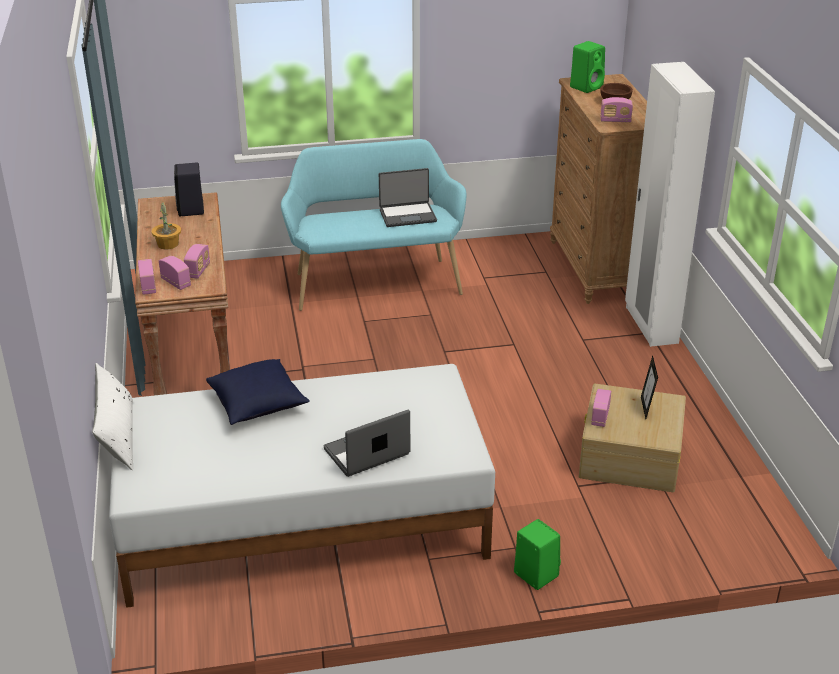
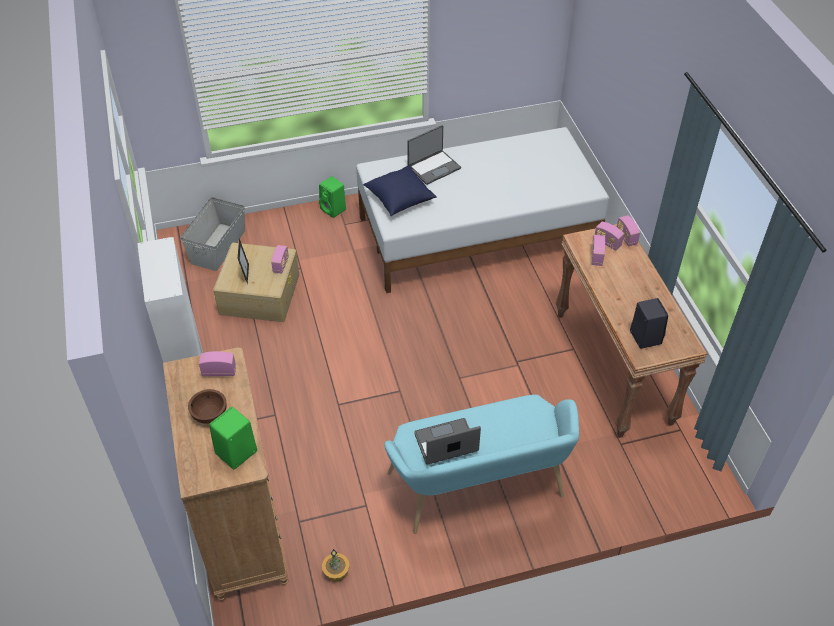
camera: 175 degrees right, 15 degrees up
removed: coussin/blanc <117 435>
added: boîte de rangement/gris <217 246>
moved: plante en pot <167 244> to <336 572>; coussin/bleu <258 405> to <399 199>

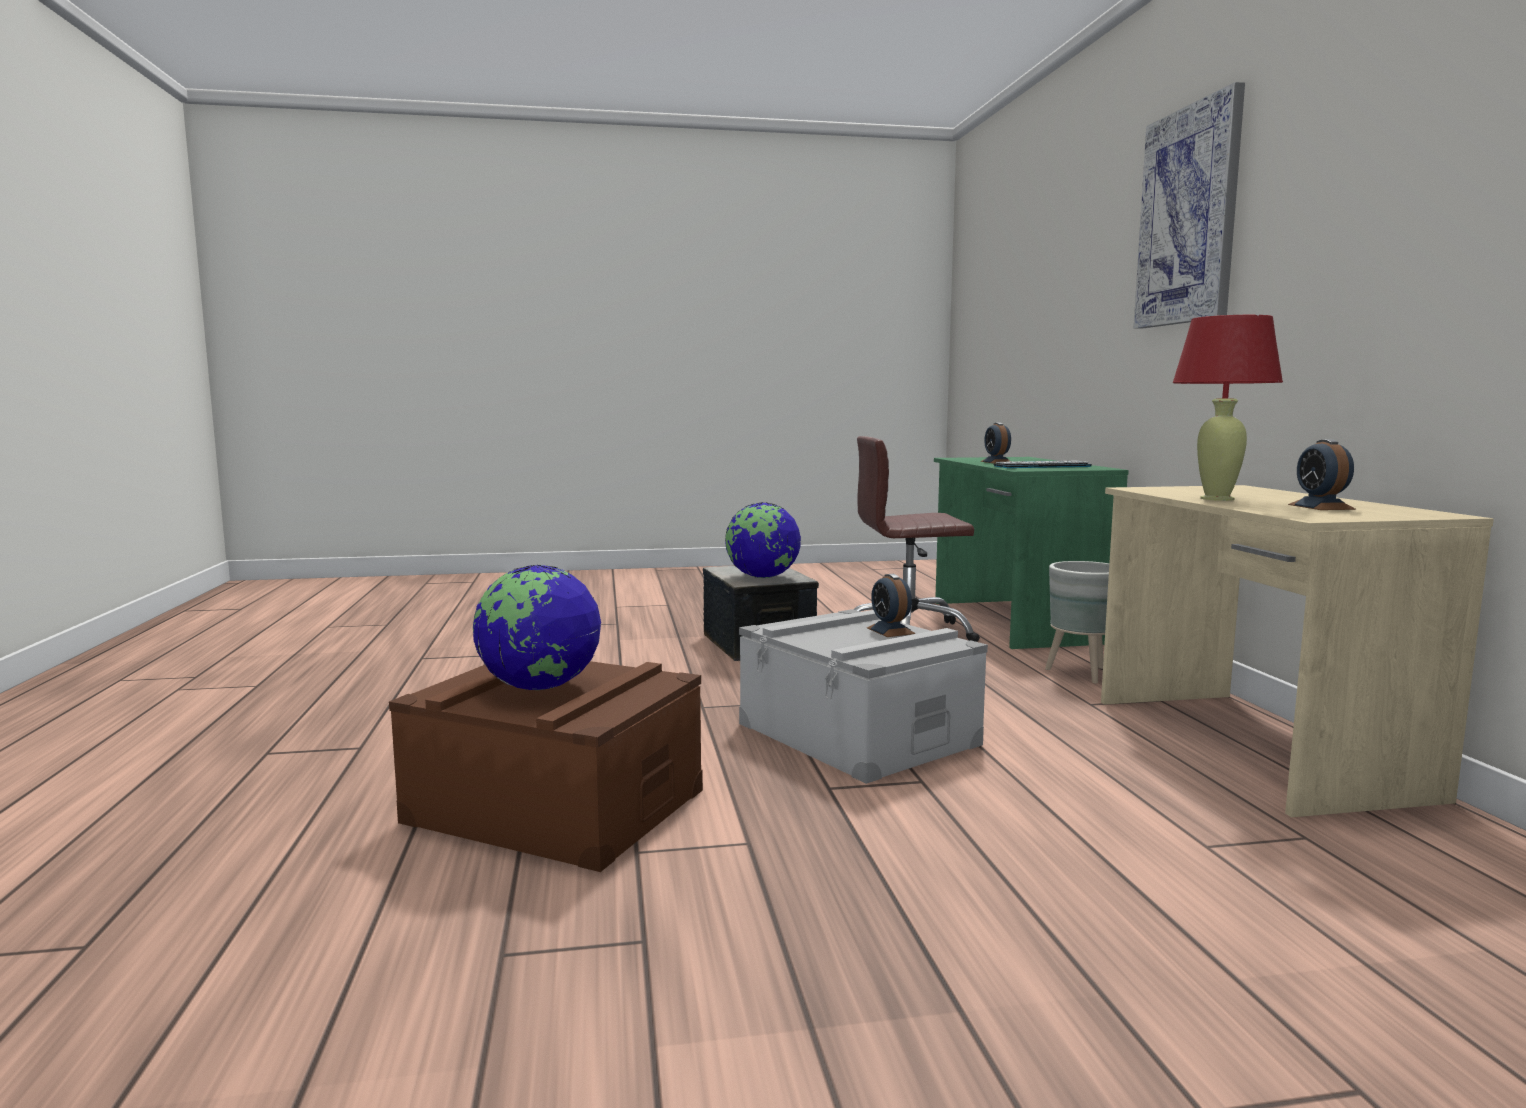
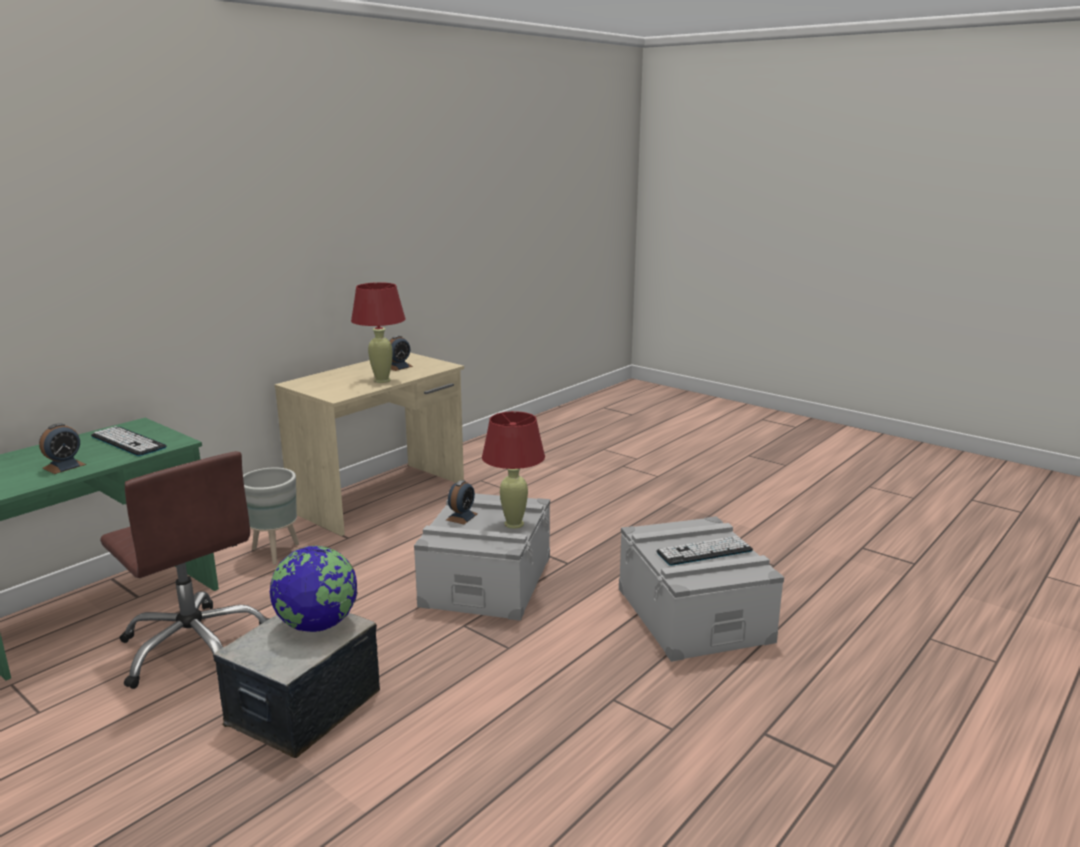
camera: 130 degrees left, 10 degrees up
removed: tableau <1189 216>
added: lampe de table/rouge <514 524>
replaced: globe <539 687> to clavier <704 551>
recoloured: boîte de rangement/marron <555 806> to boîte de rangement/gris <693 614>

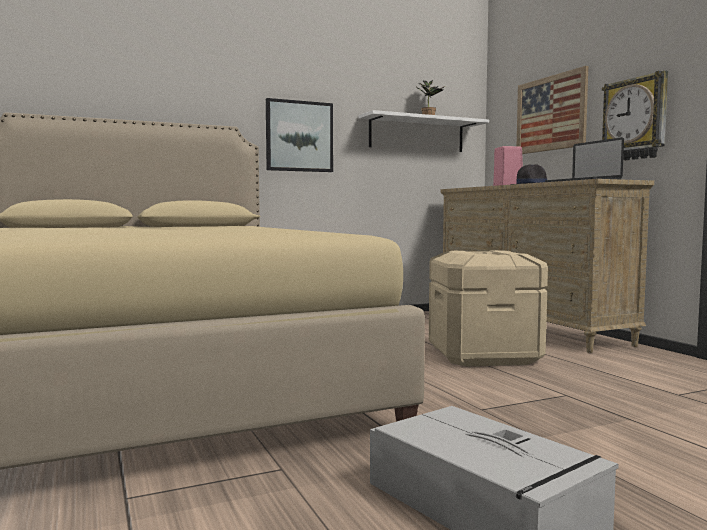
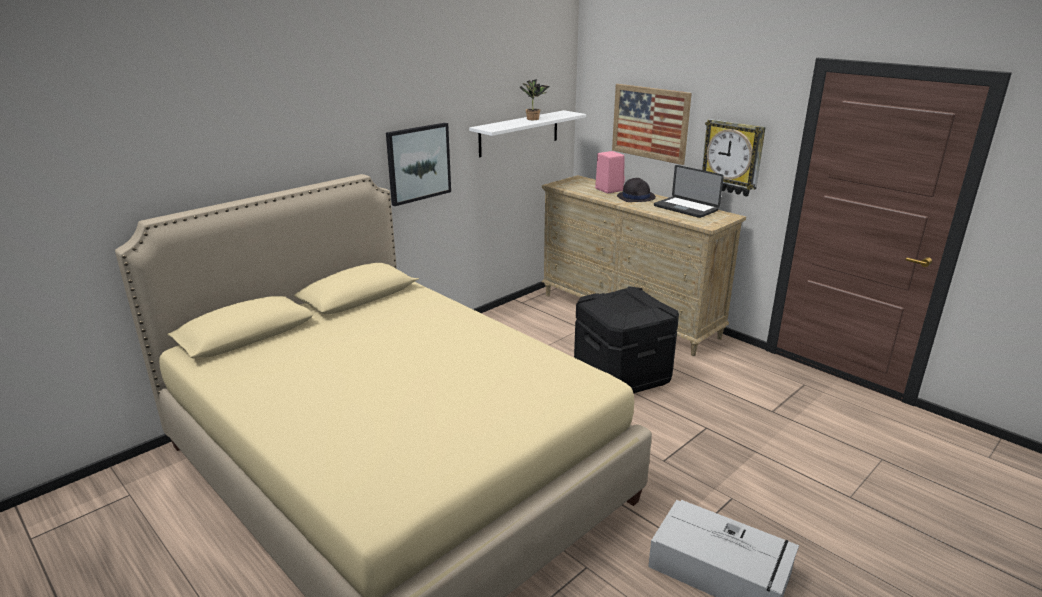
camera: 20 degrees left, 20 degrees up
recoloured: boîte de rangement/beige <484 355> to boîte de rangement/noir <622 375>

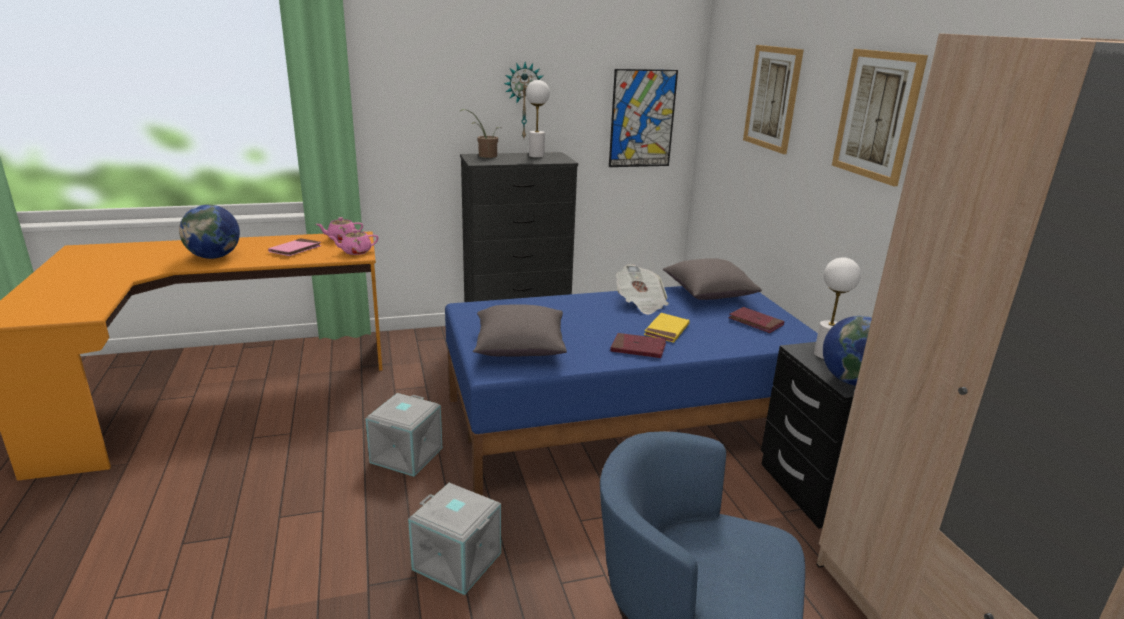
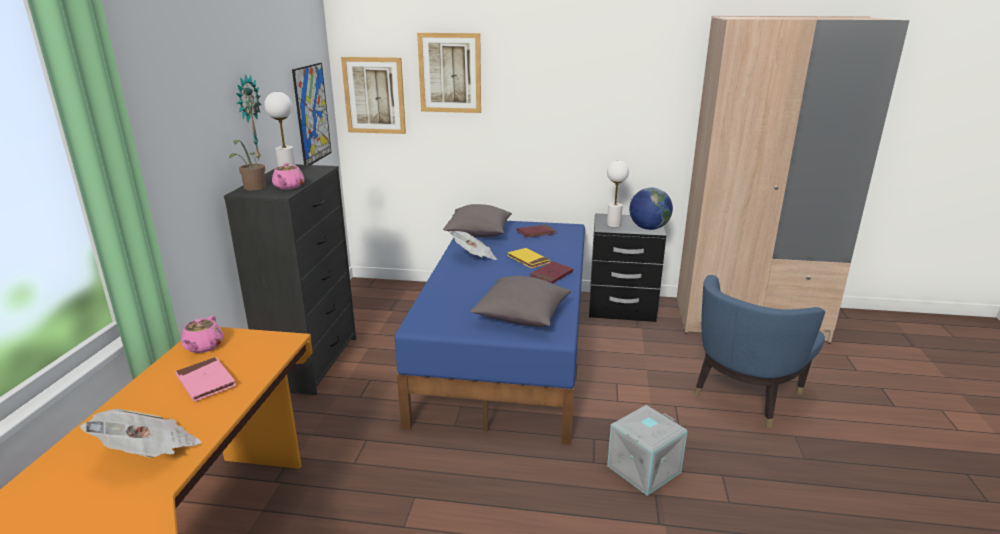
camera: 65 degrees left, 0 degrees up
removed: boîte de rangement/gris <407 456>
moved: tableau <876 115> to <374 95>; théière/rose <355 252> to <288 187>
replaced: globe <214 257> to journal <150 452>

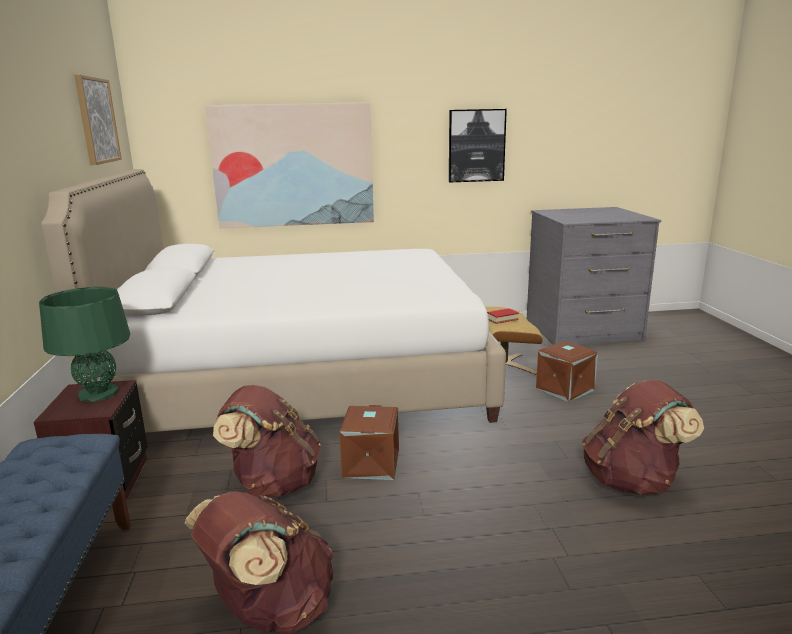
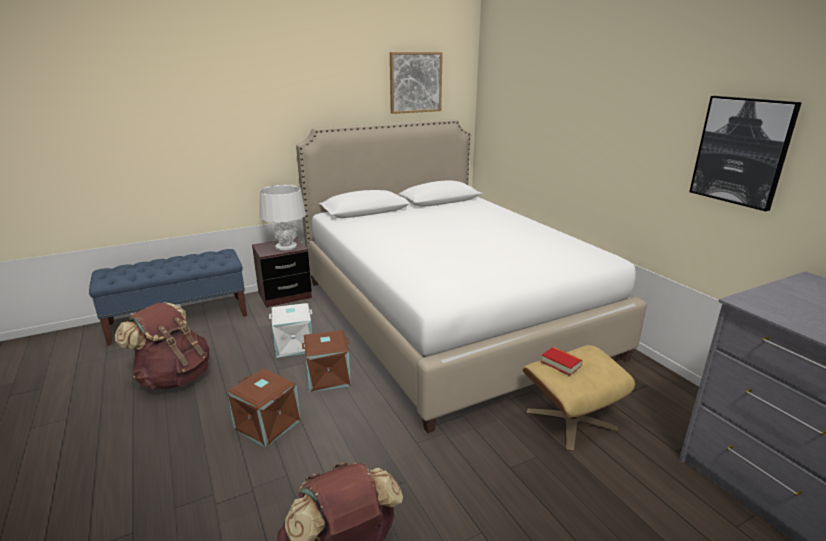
camera: 70 degrees right, 5 degrees up
removed: tableau <293 166>
moved: boîte de rangement/marron <564 388> to <268 424>
replaced: sac à dos/marron <273 483> to boîte de rangement/blanc <294 345>
recoloured: lampe de table/vert <98 394> to lampe de table/blanc <286 246>

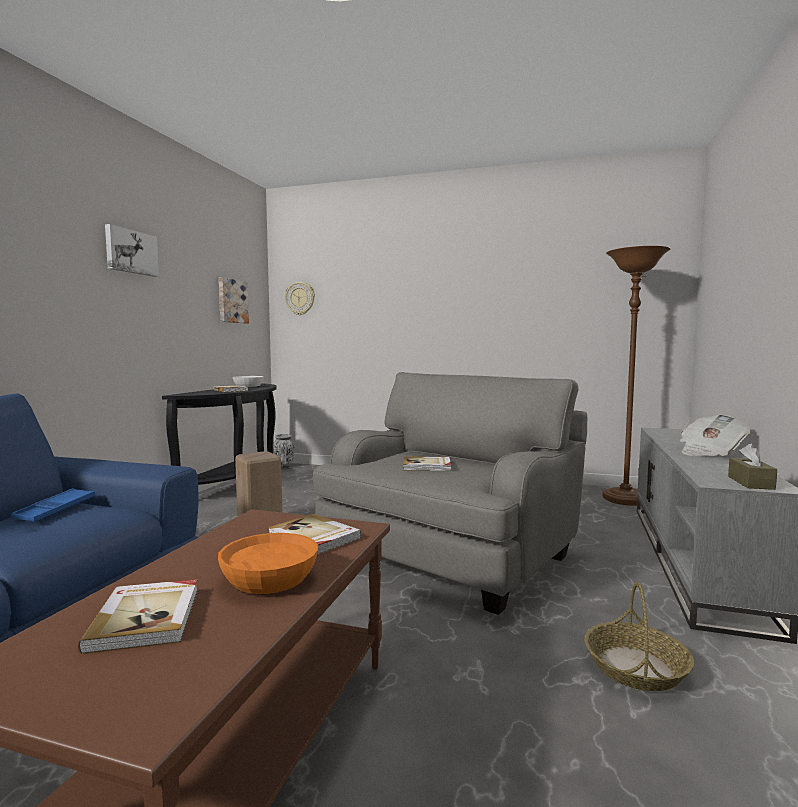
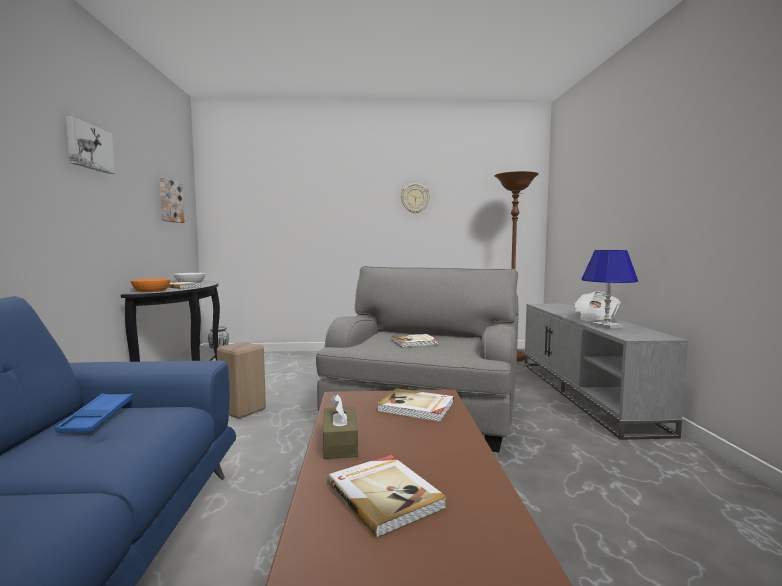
camera: 20 degrees left, 0 degrees up
removed: panier <636 667>
added: lampe de table/bleu <606 326>
moved: horloge murale <300 298> to <415 198>; boîte à mouchoirs/marron <750 482> to <340 443>; bol/orange <270 579> to <151 290>

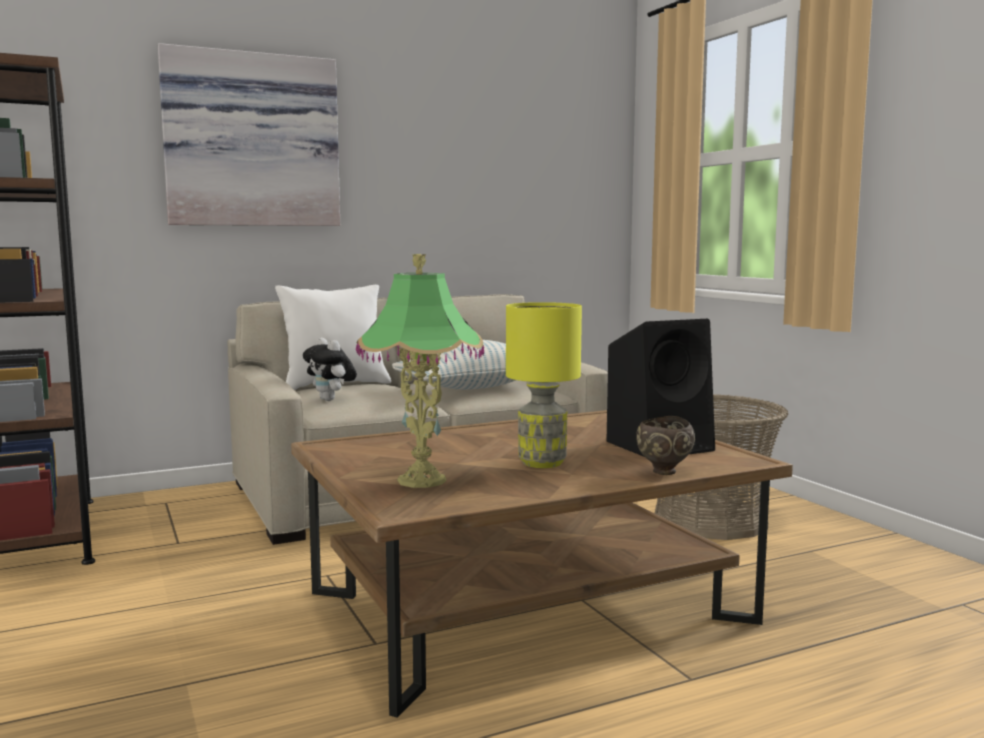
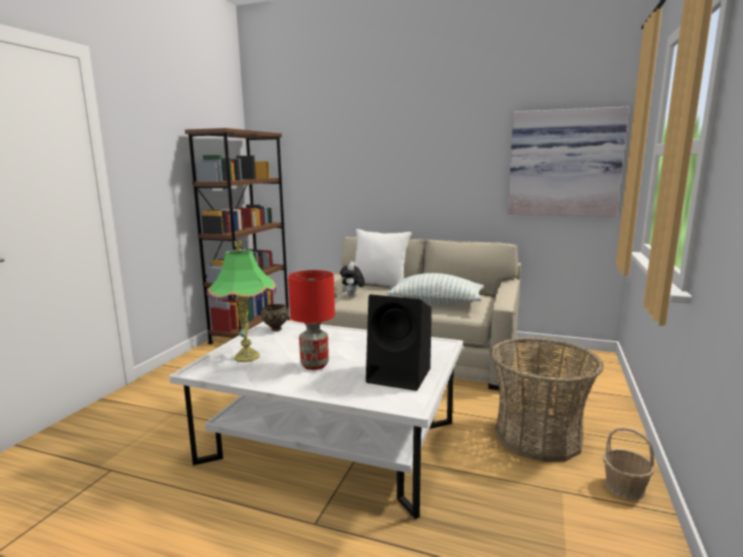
camera: 45 degrees right, 5 degrees up
added: panier <625 487>
moved: tableau <252 141> to <564 163>; bol/marron <664 472> to <275 329>
recoloured: lampe de table/jaune <541 463> to lampe de table/rouge <314 365>; table basse/marron <528 607> to table basse/blanc <331 442>

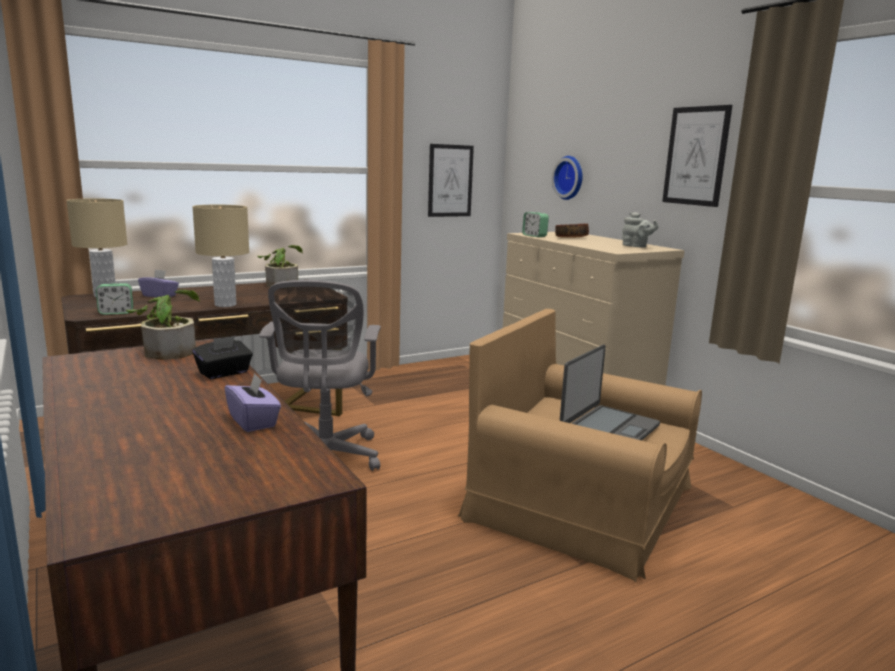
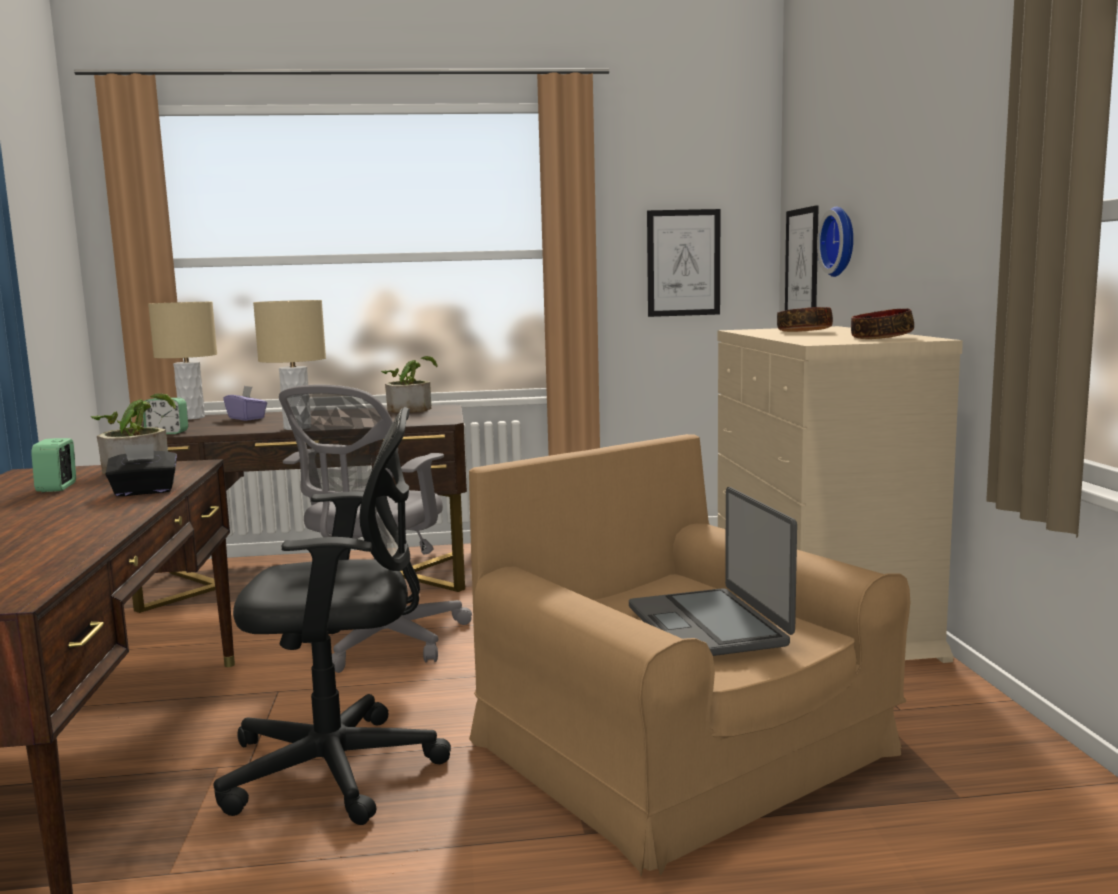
camera: 25 degrees right, 5 degrees down
removed: boîte à mouchoirs/violet <253 421>
added: chaise de bureau/noir <342 769>
moved: tableau <696 156> to <802 264>; réveil <534 236> to <57 487>
replaced: théière/gris <636 246> to bol <880 338>
turned: ordinateur portable <608 429> = <708 625> 105 degrees clockwise

